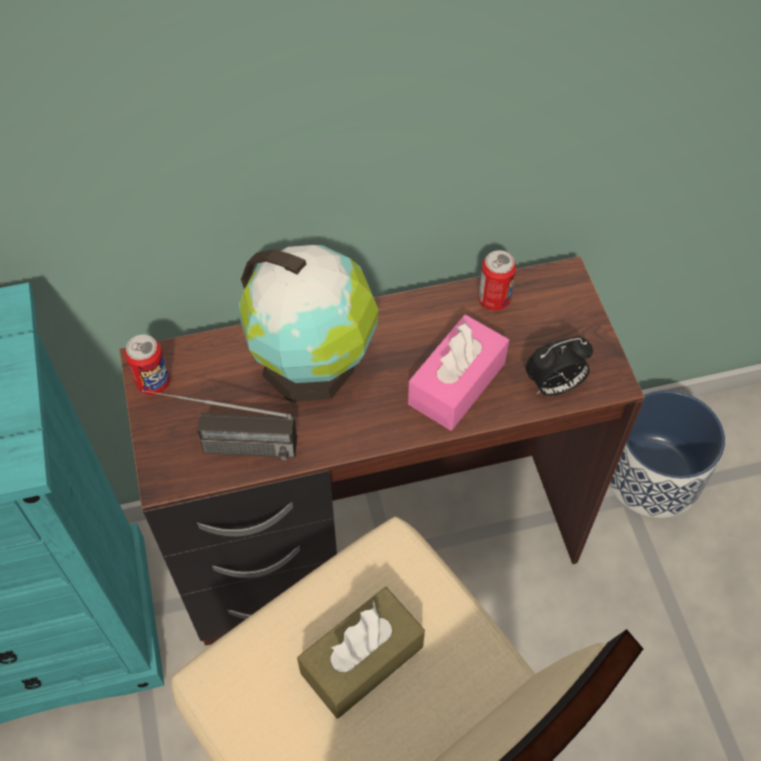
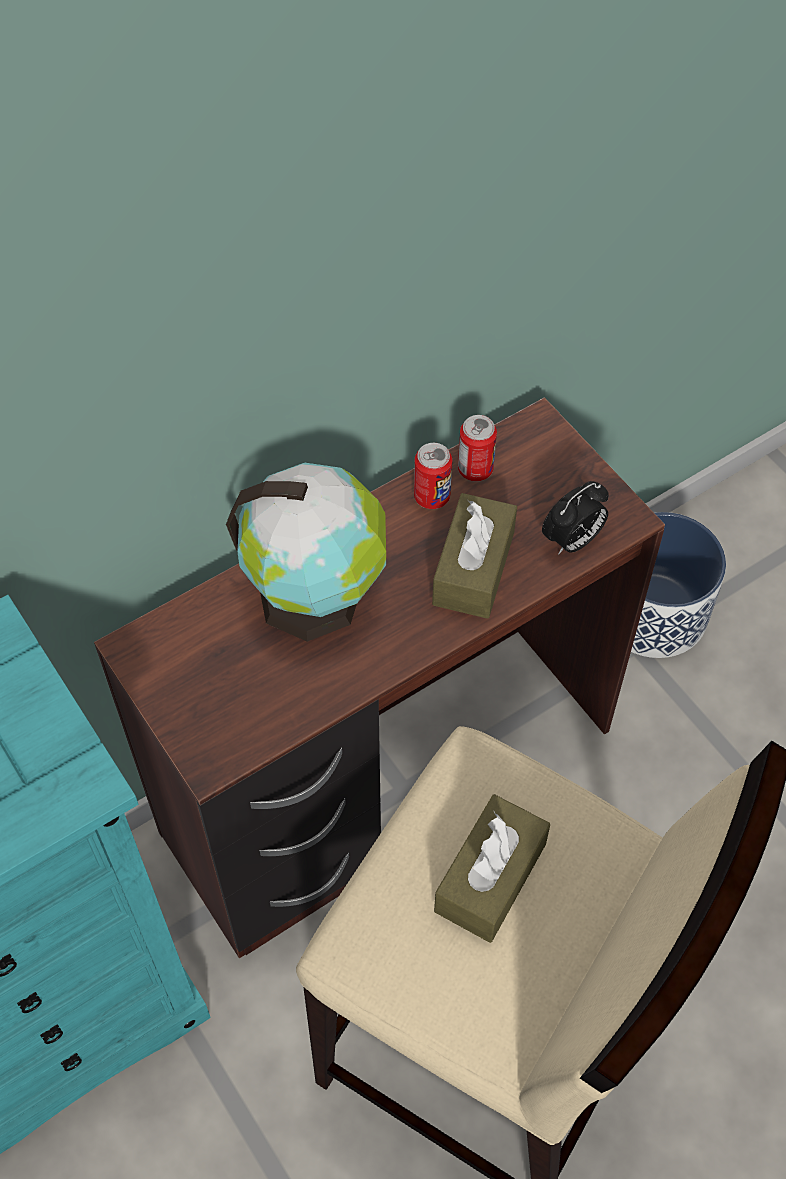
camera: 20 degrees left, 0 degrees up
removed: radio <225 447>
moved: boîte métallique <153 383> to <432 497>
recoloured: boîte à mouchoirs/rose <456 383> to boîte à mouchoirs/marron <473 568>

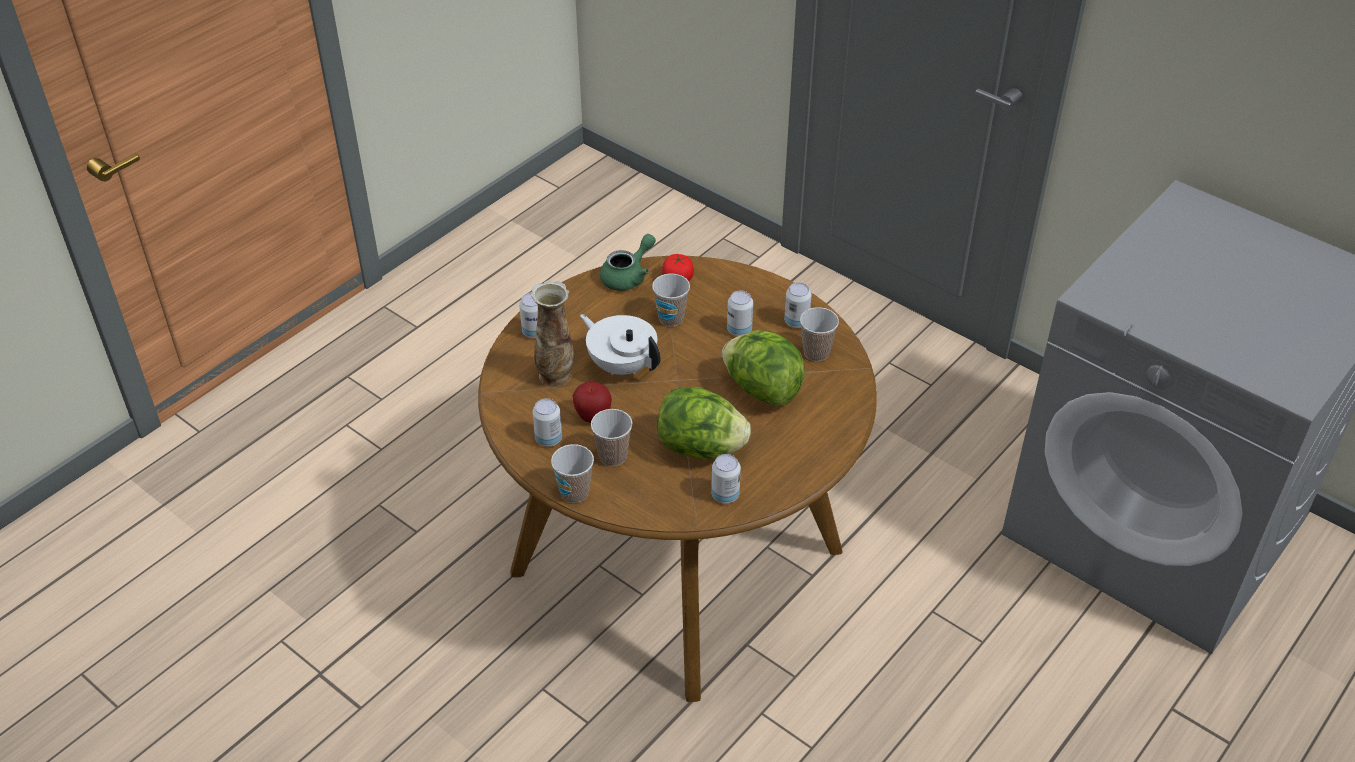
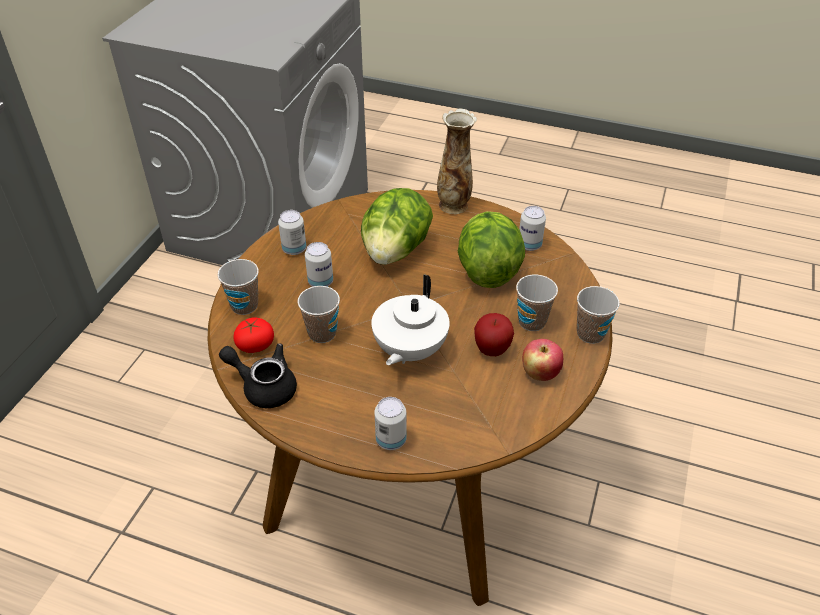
camera: 110 degrees left, 0 degrees up
moved: vase <555 376> to <454 205>; tasse <816 353> to <244 306>
replaced: boîte métallique <548 439> to pomme <540 373>
recoloured: théière/vert <628 276> to théière/noir <264 386>

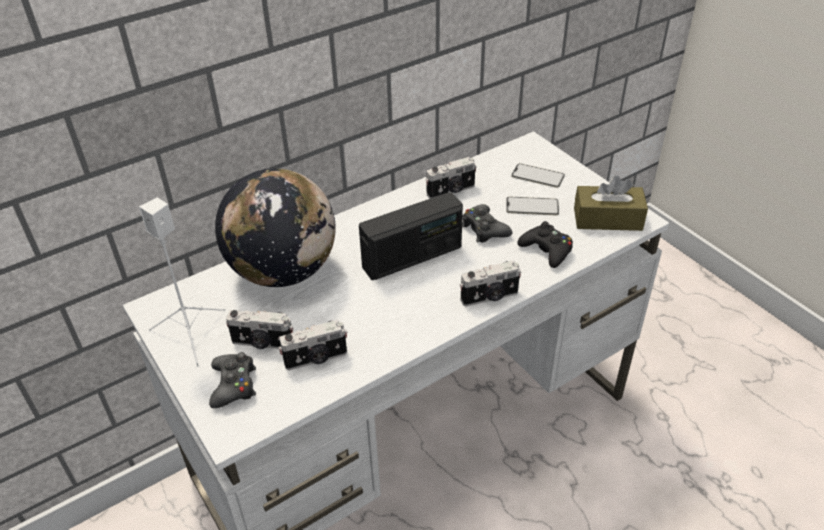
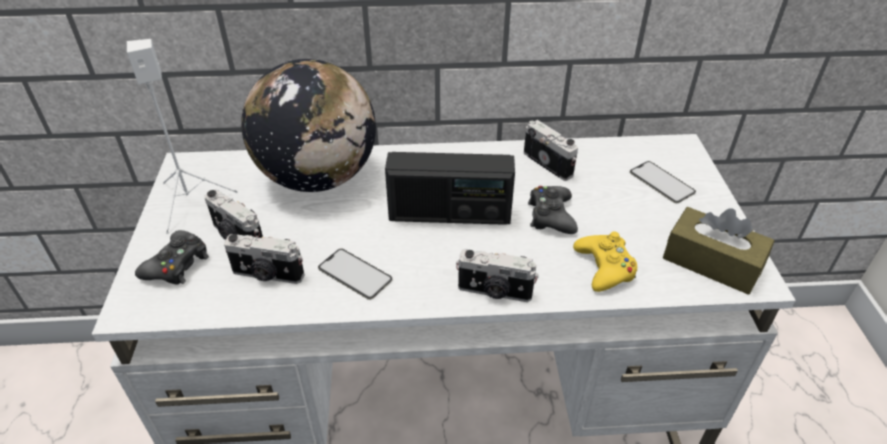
camera: 30 degrees right, 0 degrees up
moved: téléphone <532 206> to <355 274>
recoloured: manette/noir <546 250> to manette/jaune <604 268>
turned: appareil photo <451 191> = <549 163> 135 degrees counterclockwise

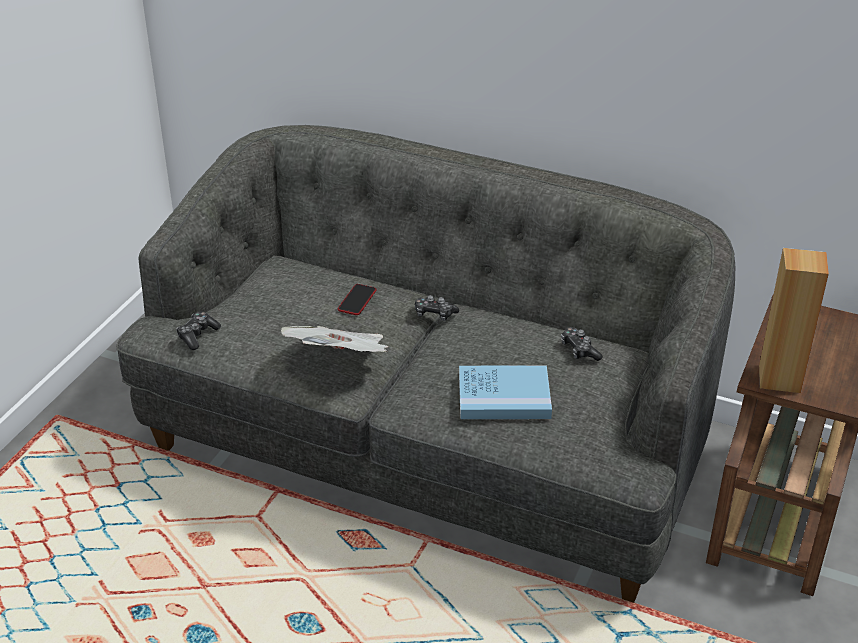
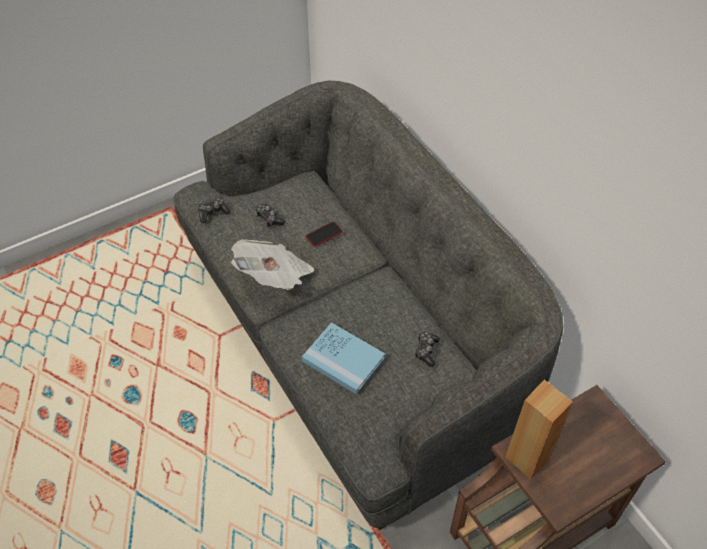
camera: 35 degrees right, 15 degrees up
moved: manette <434 314> to <269 219>

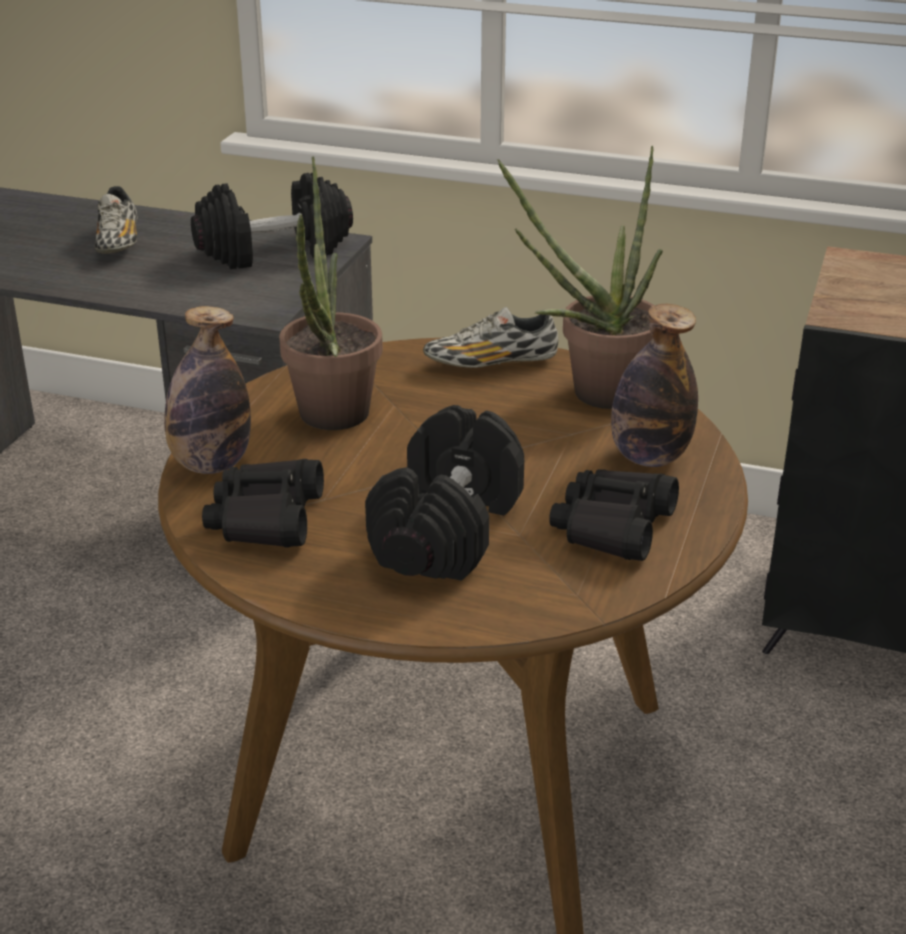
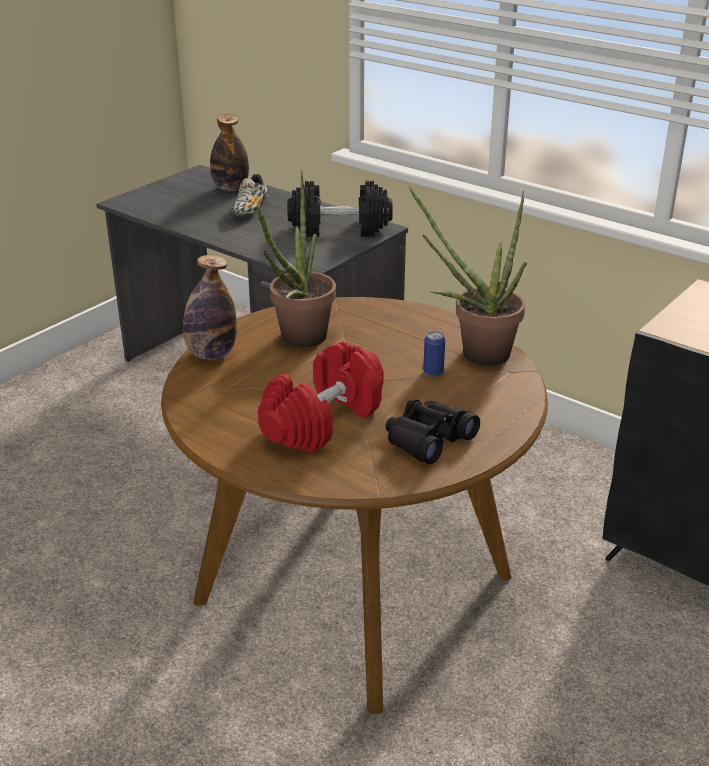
camera: 20 degrees right, 0 degrees up
removed: chaussure <491 363>; jumelles/noir <266 518>
added: boîte métallique <433 372>
moved: bouteille <649 457> to <230 188>
recoloured: haltère/noir <446 530> to haltère/rouge <322 420>

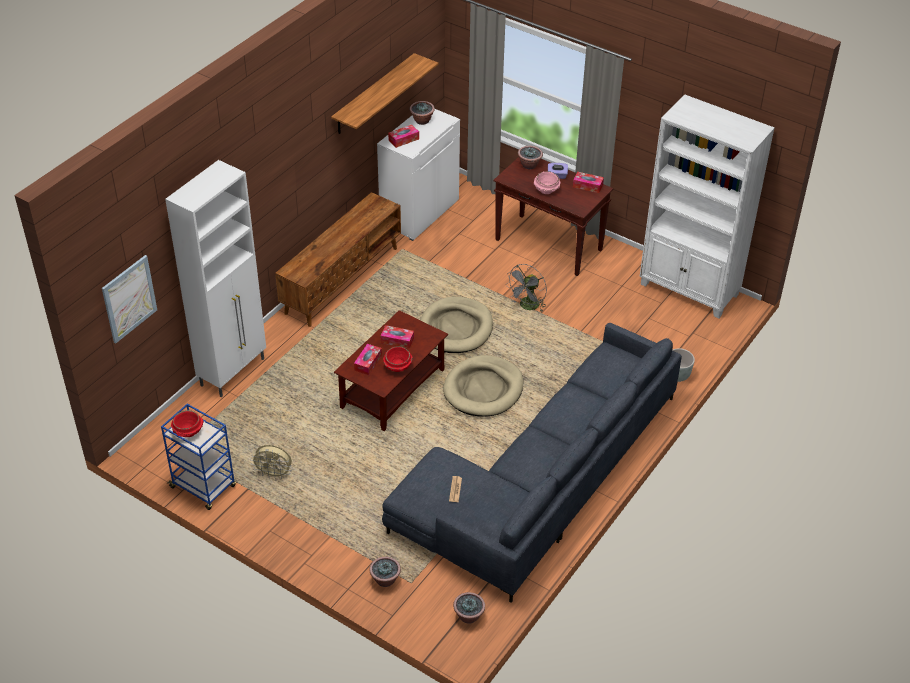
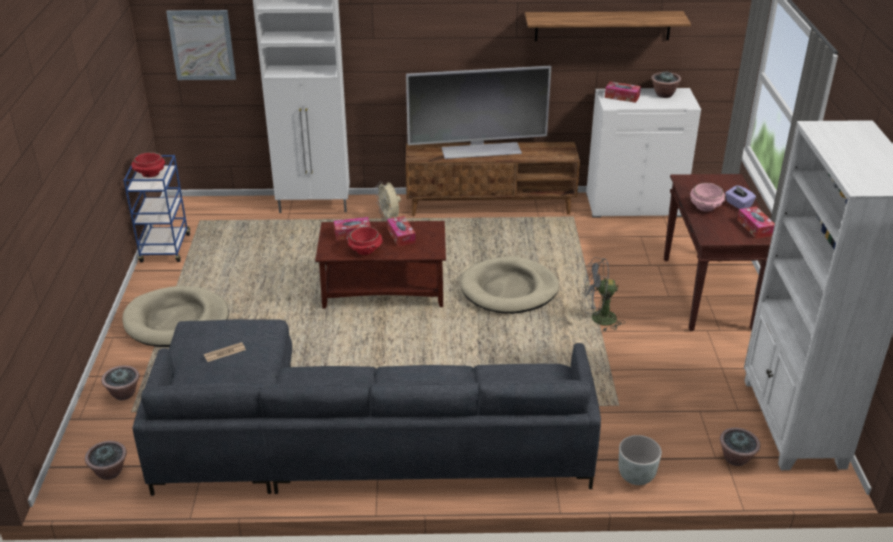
camera: 55 degrees right, 10 degrees down
added: téléviseur <480 150>
moved: plante en pot <529 165> to <736 458>; panier pour chien/beige <483 389> to <176 321>; ventilateur/beige <274 474> to <389 218>

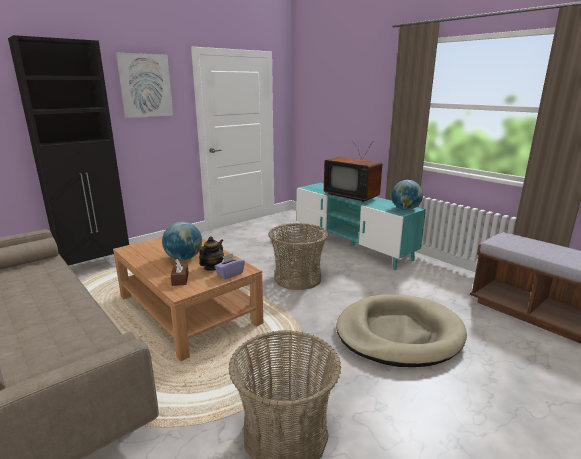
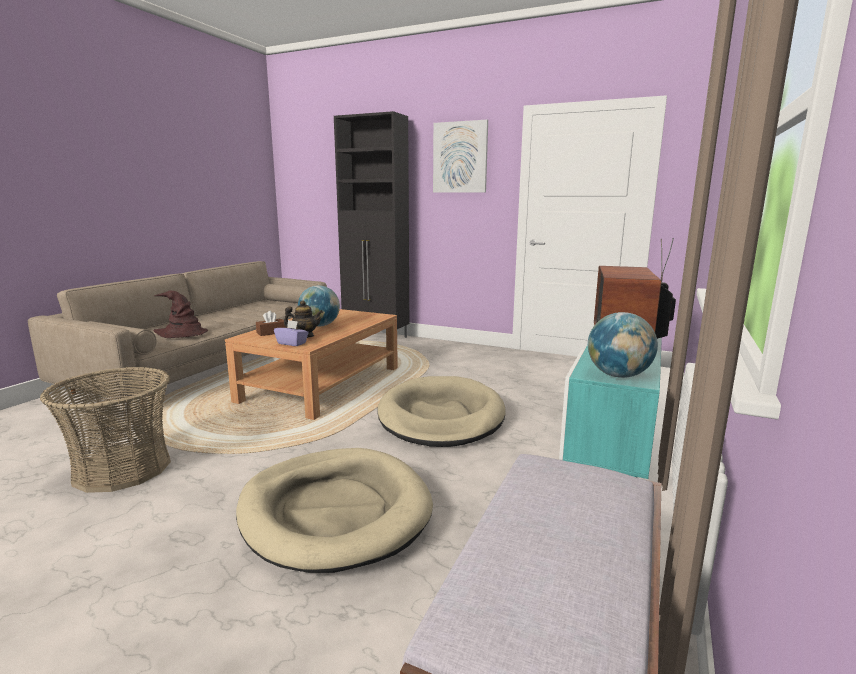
camera: 65 degrees right, 5 degrees down
added: chapeau/marron <182 333>
replaced: panier <298 278> to panier pour chien/beige <441 417>

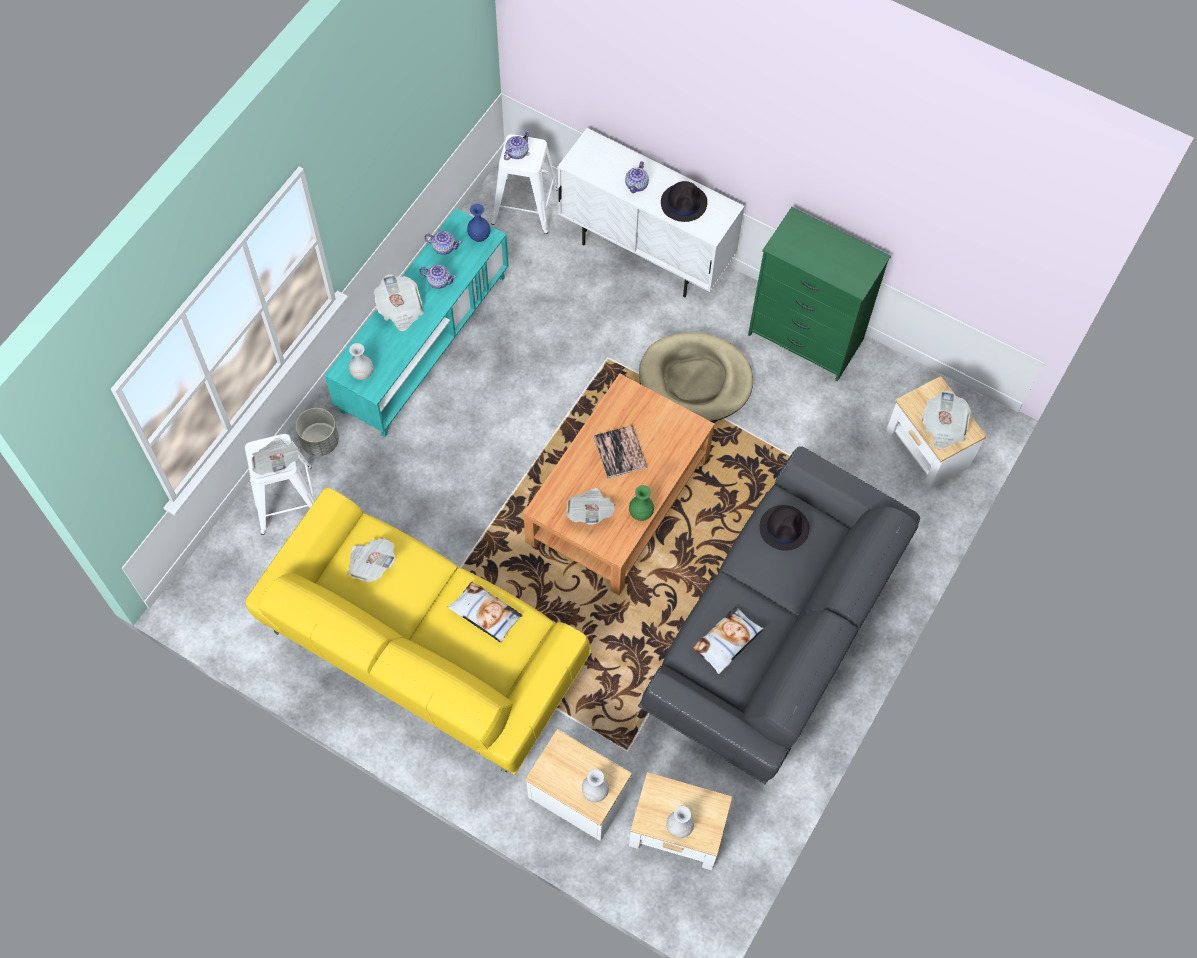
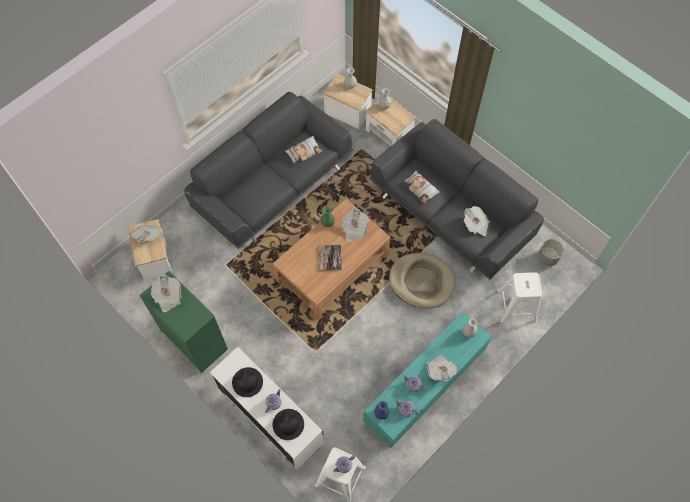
camera: 165 degrees left, 0 degrees up
moved: panier pour chien/beige <695 381> to <421 281>; cache-pot/gris <320 442> to <548 258>; journal <277 462> to <168 297>; chapeau/noir <784 528> to <288 424>
recoloured: canapé/jaune <422 648> to canapé/gris <451 213>

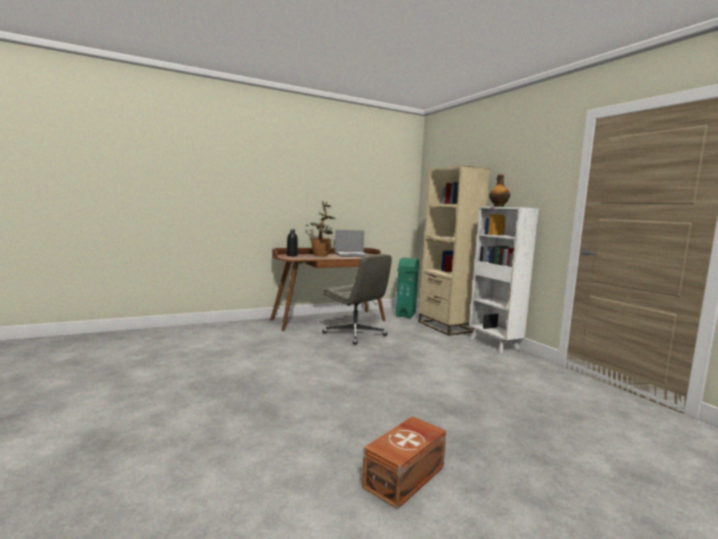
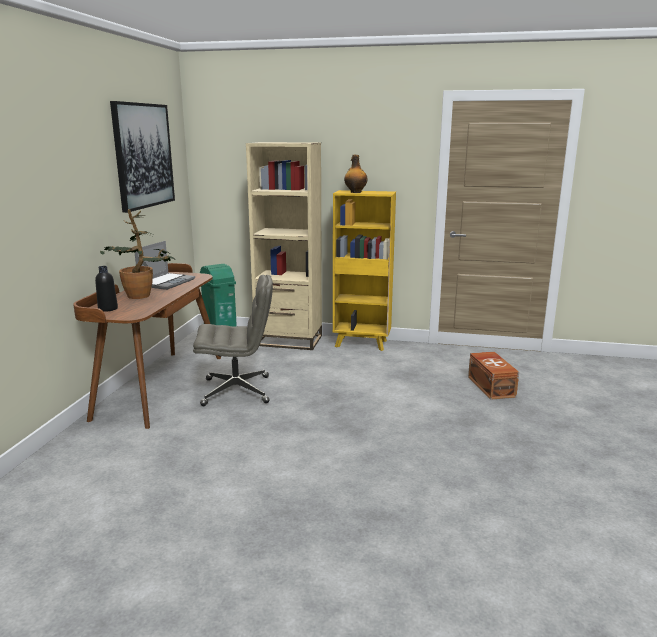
camera: 50 degrees left, 10 degrees up
added: tableau <143 155>
moved: boîte de rangement/marron <406 477> to <491 386>
recoloured: bibliothèque/blanc <494 345> to bibliothèque/jaune <362 344>

